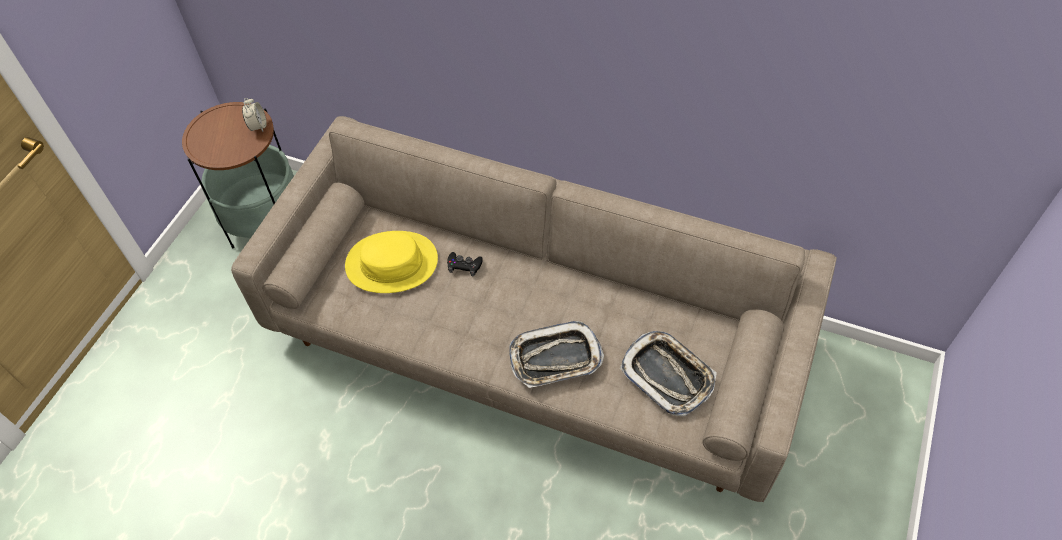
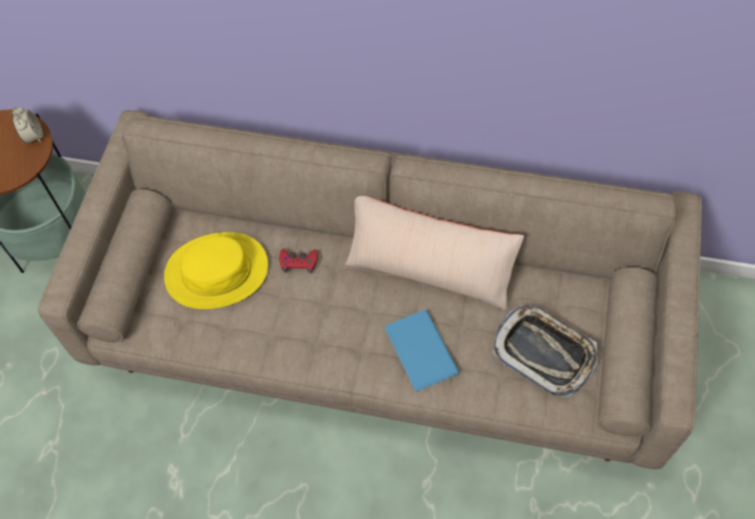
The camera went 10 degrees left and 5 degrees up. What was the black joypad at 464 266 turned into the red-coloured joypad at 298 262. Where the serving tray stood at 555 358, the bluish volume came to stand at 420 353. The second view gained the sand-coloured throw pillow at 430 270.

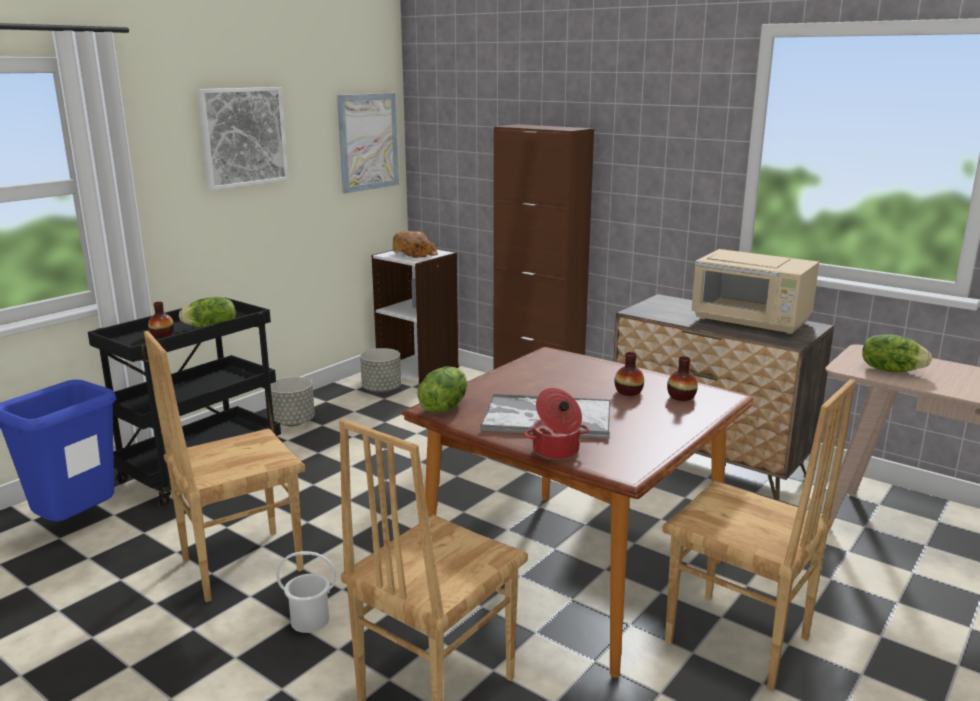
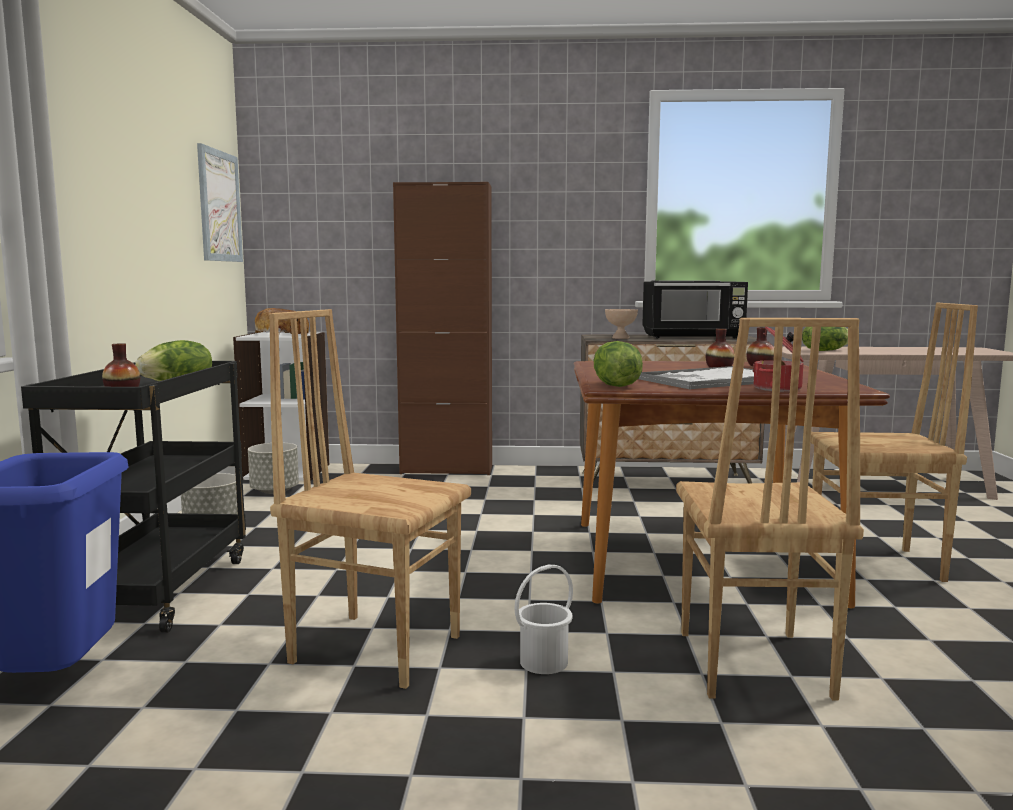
The camera went 35 degrees left and 10 degrees down. The second view lost the wall art at 243 137. What was the sand-coloured microwave oven at 751 321 turned into the black microwave oven at 693 337. The brownish plain chair at 240 564 ended up facing another way, 90 degrees clockwise from before. The second view gained the sand-coloured bowl at 620 338.

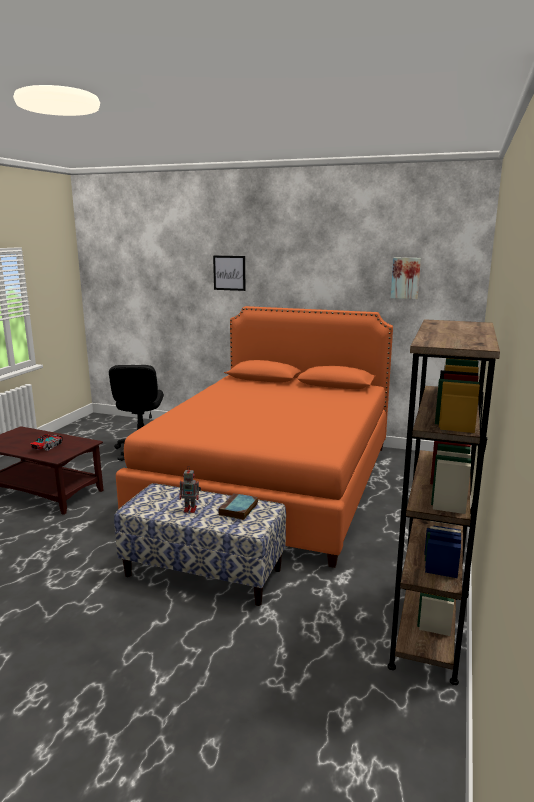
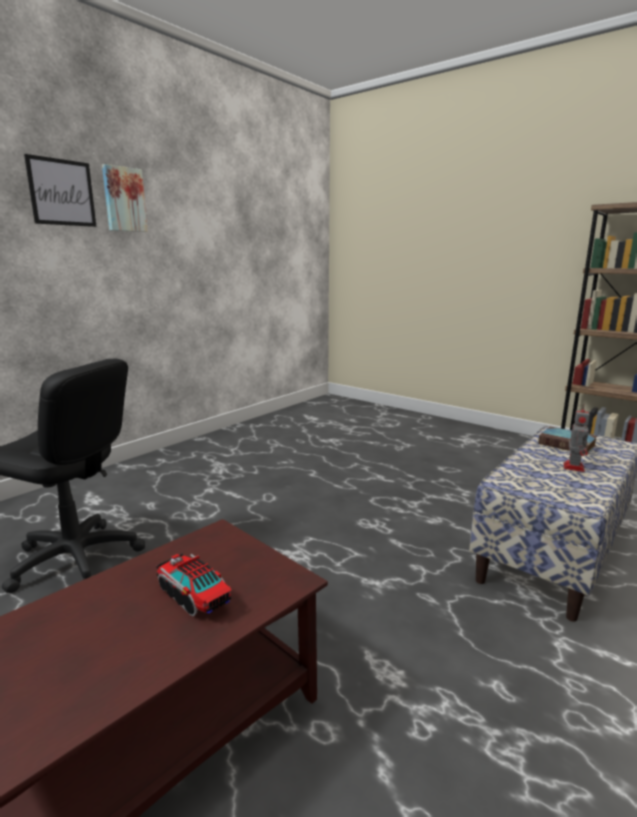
The camera went 70 degrees left and 0 degrees up. The wall art ended up elsewhere, having gone from 405 278 to 124 199. The second view lost the orange sleeping bed at 273 482.

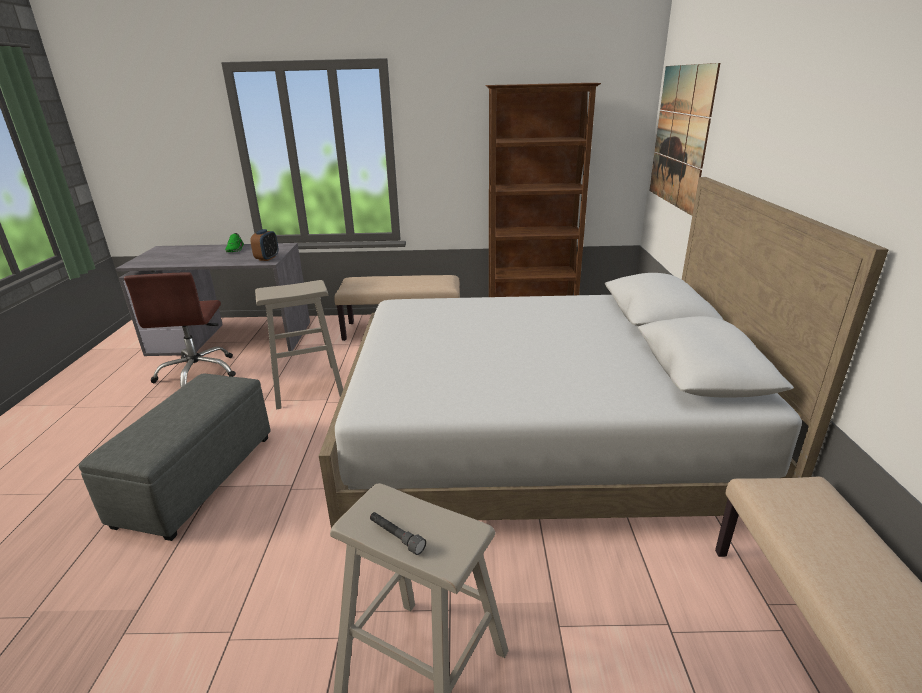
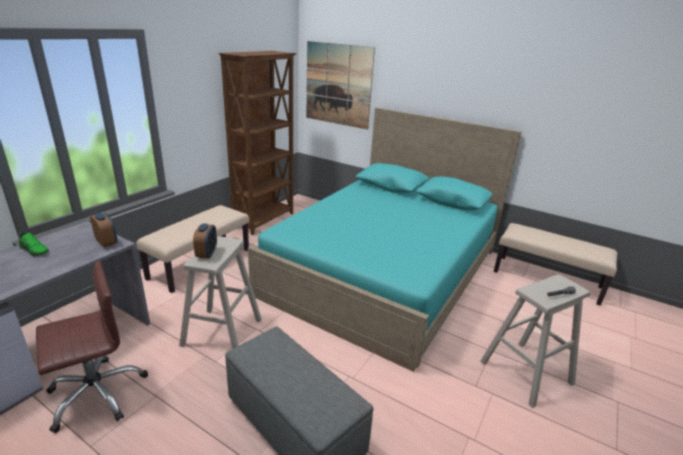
The camera went 60 degrees left and 0 degrees up. What was the whitish sleeping bed at 540 435 turned into the turquoise-coloured sleeping bed at 385 271. The brownish desk chair at 198 373 ended up facing another way, 60 degrees counterclockwise from before. The second view gained the table clock at 207 254.

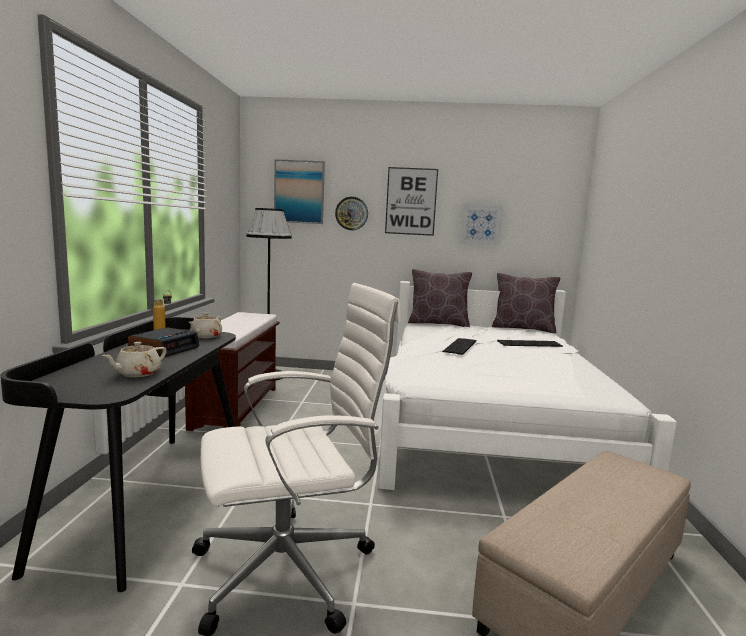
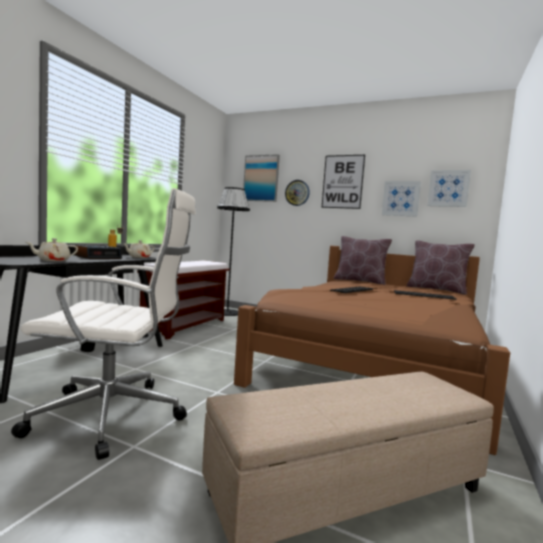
The camera went 20 degrees right and 5 degrees down. What was the whitish sleeping bed at 486 425 turned into the brownish sleeping bed at 373 363. The second view gained the wall art at 448 188.

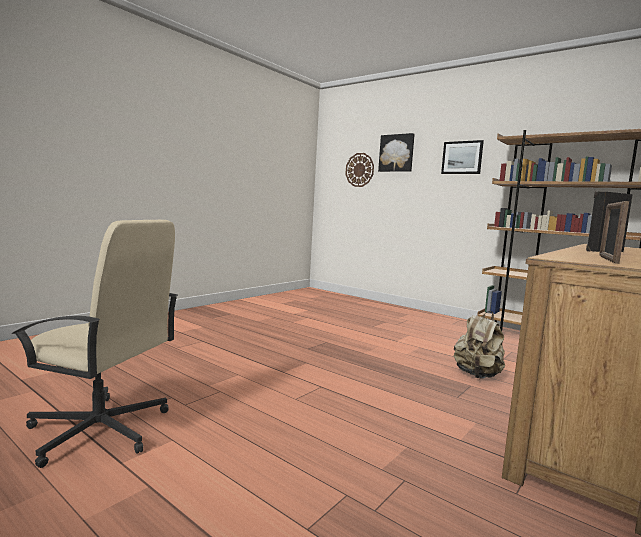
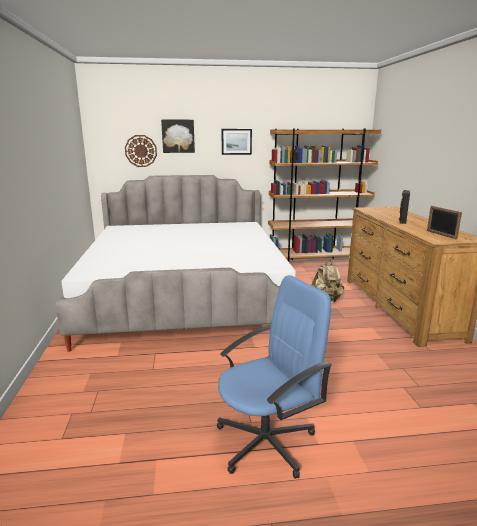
The camera went 45 degrees left and 10 degrees up. What was the sand-coloured desk chair at 100 430 turned into the bluish desk chair at 267 441. The second view gained the sleeping bed at 185 295.

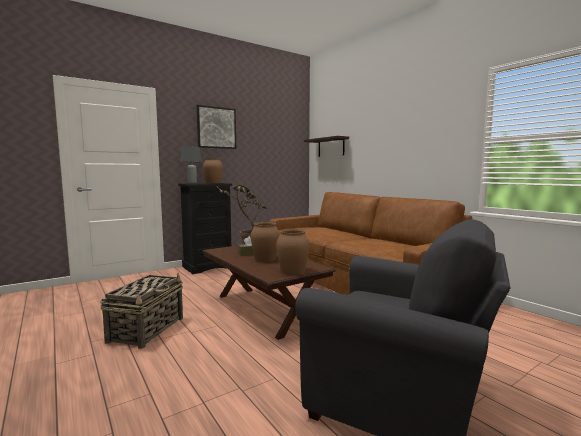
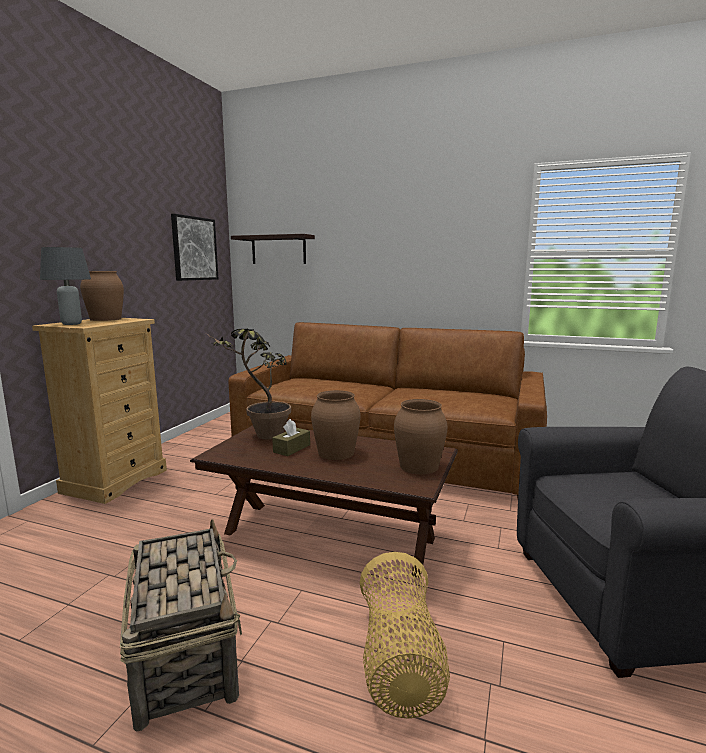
The camera went 35 degrees left and 5 degrees up. The wall art ended up elsewhere, having gone from 216 127 to 194 248. What was the black dresser at 207 267 turned into the sand-coloured dresser at 115 481. The second view gained the storage basket at 399 662.

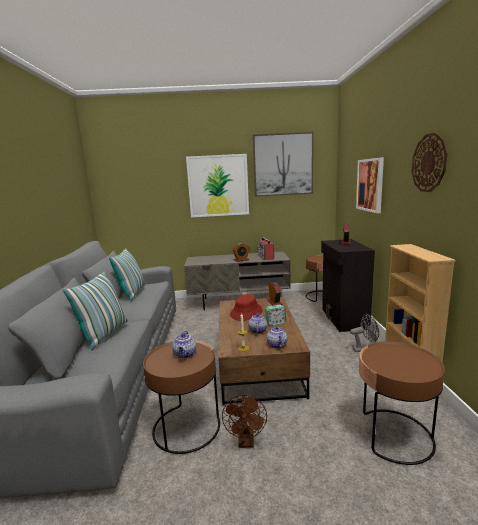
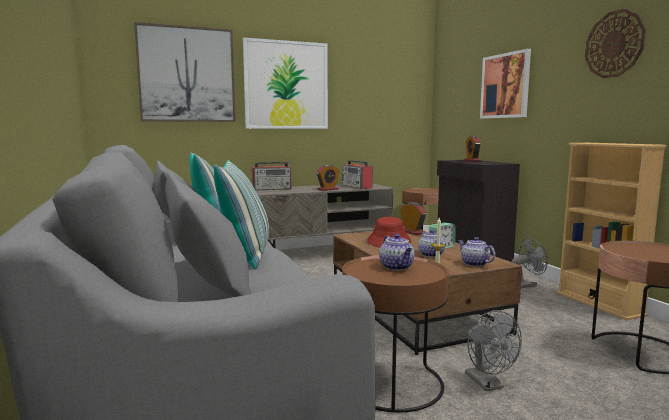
The camera went 20 degrees left and 5 degrees down. The wall art ended up elsewhere, having gone from 283 164 to 187 75. What was the brownish cooling fan at 246 441 turned into the gray cooling fan at 488 384. The second view gained the radio at 272 189.

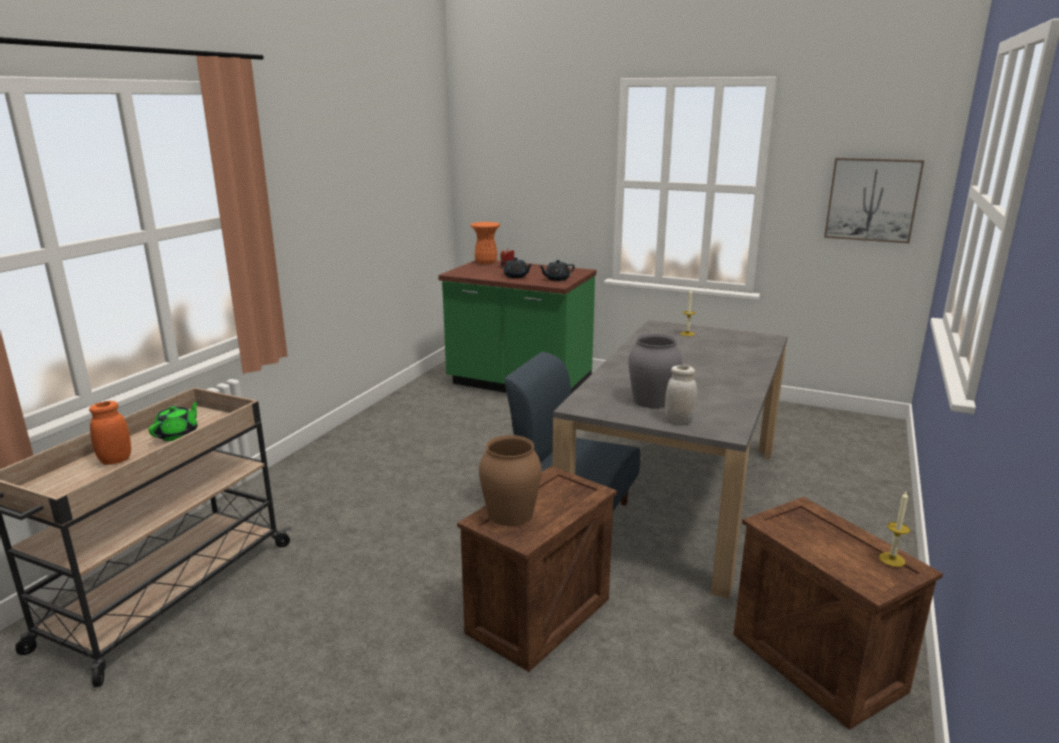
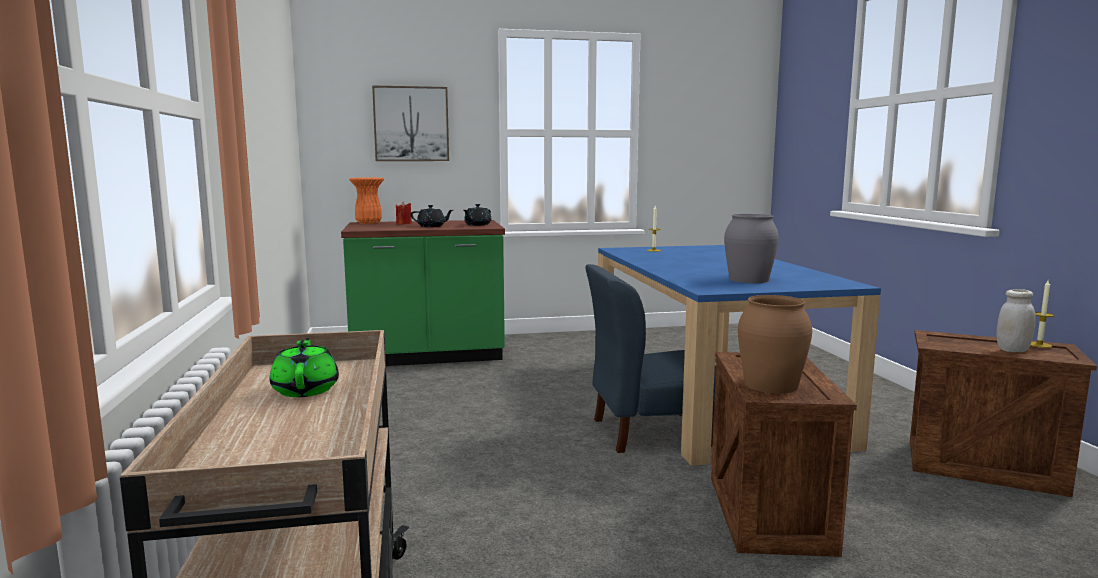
The camera went 35 degrees left and 10 degrees down. The wall art ended up elsewhere, having gone from 872 199 to 411 124. What was the gray kitchen table at 675 495 turned into the bluish kitchen table at 706 398. The whitish preserve jar ended up elsewhere, having gone from 679 420 to 1012 350. The second view lost the orange preserve jar at 115 460.

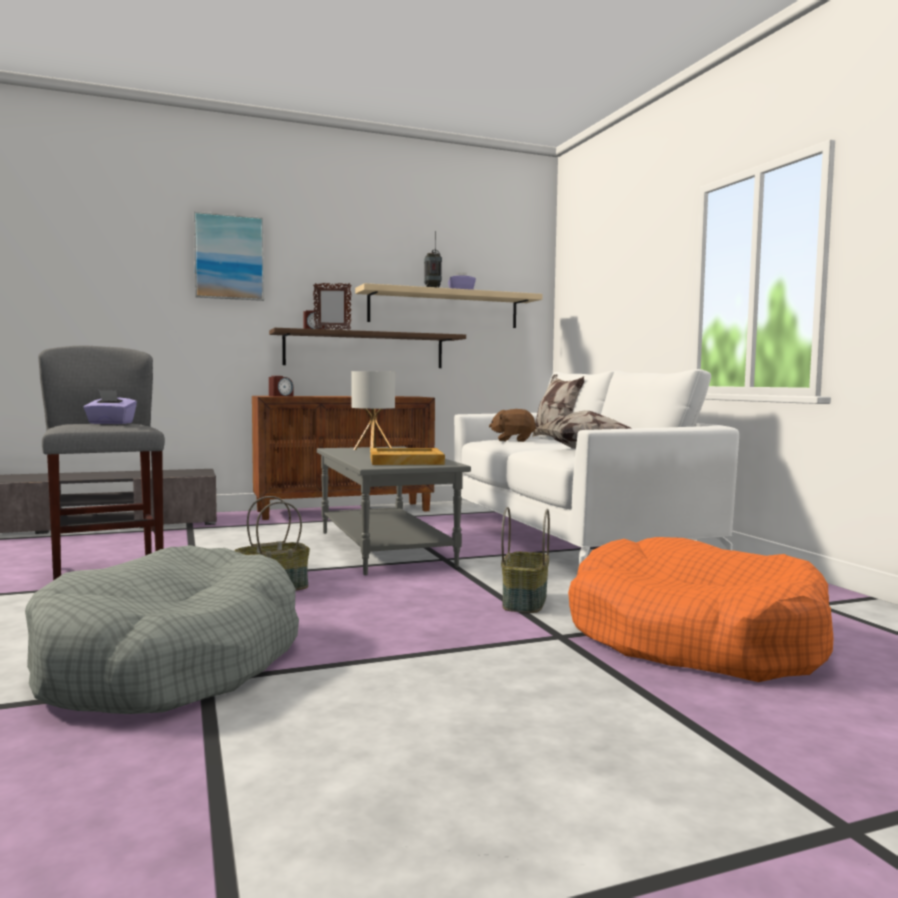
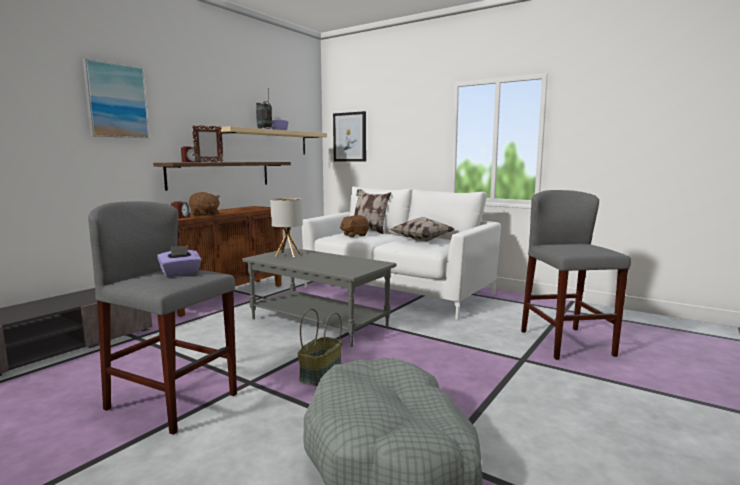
The camera went 35 degrees left and 5 degrees up. The second view lost the sand-coloured serving tray at 405 461. The second view lost the storage basket at 523 601. Where the orange dog cushion stood at 693 638, the gray sitting stool came to stand at 566 343. The second view gained the wall art at 350 137. The second view gained the brownish cuddly toy at 204 215.

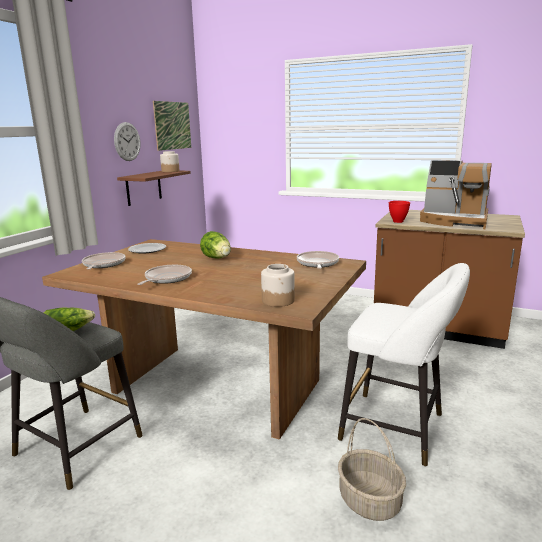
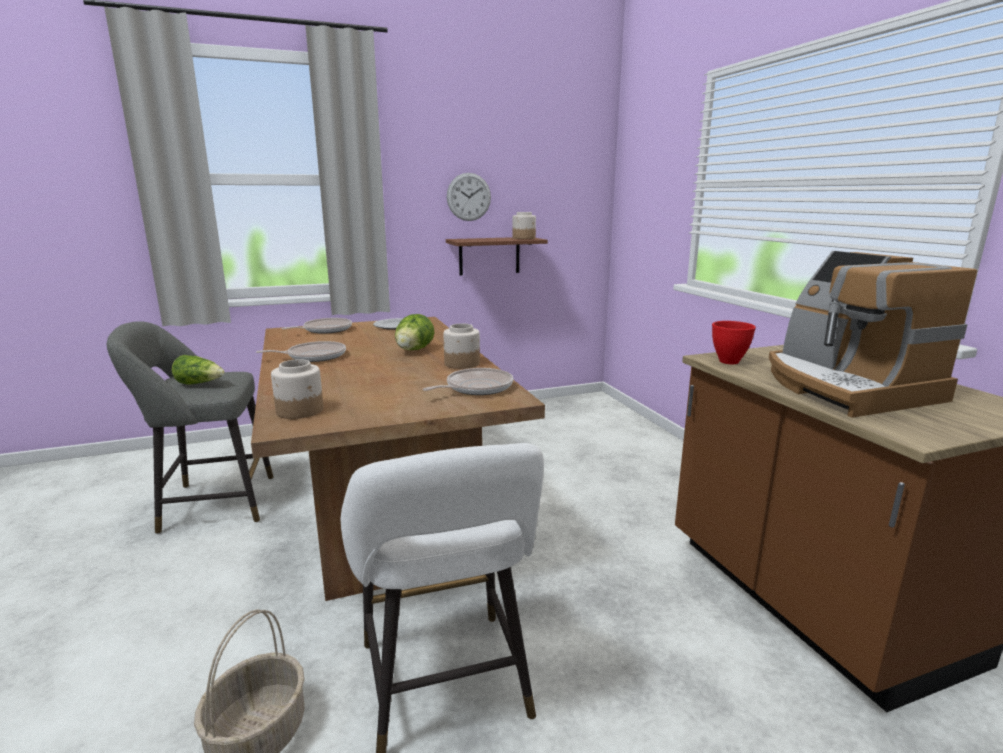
The camera went 45 degrees right and 0 degrees up. The second view lost the wall art at 172 125. The second view gained the preserve jar at 461 364.

